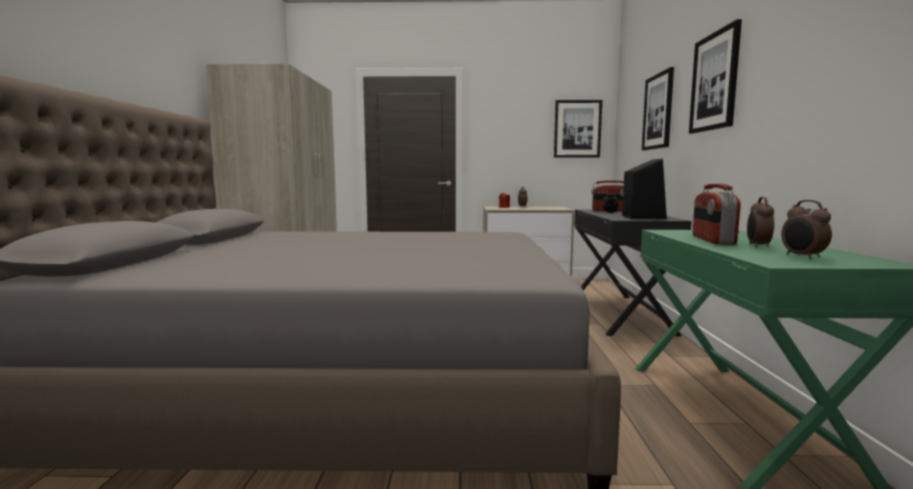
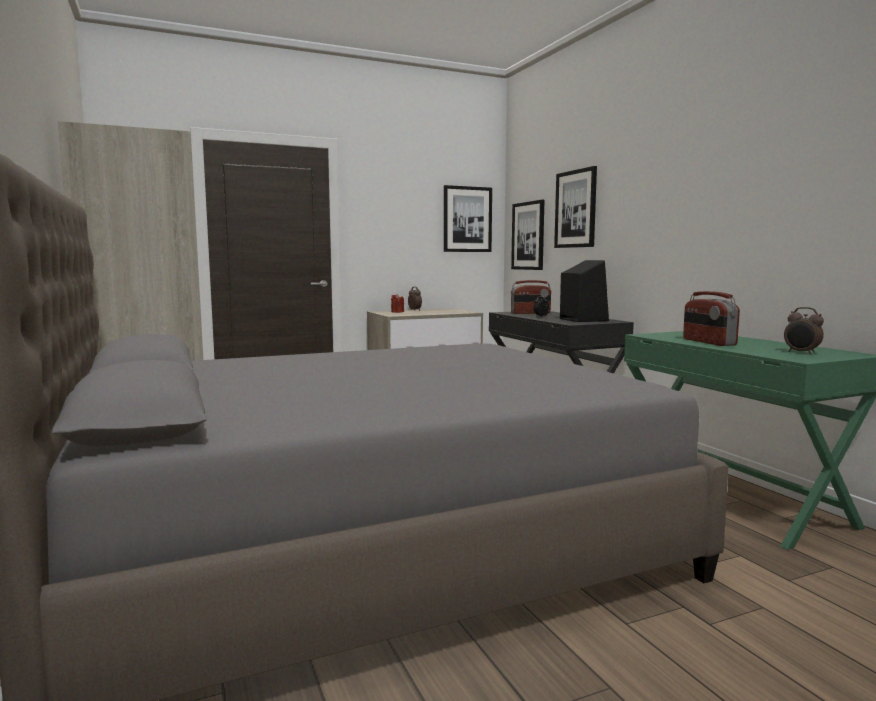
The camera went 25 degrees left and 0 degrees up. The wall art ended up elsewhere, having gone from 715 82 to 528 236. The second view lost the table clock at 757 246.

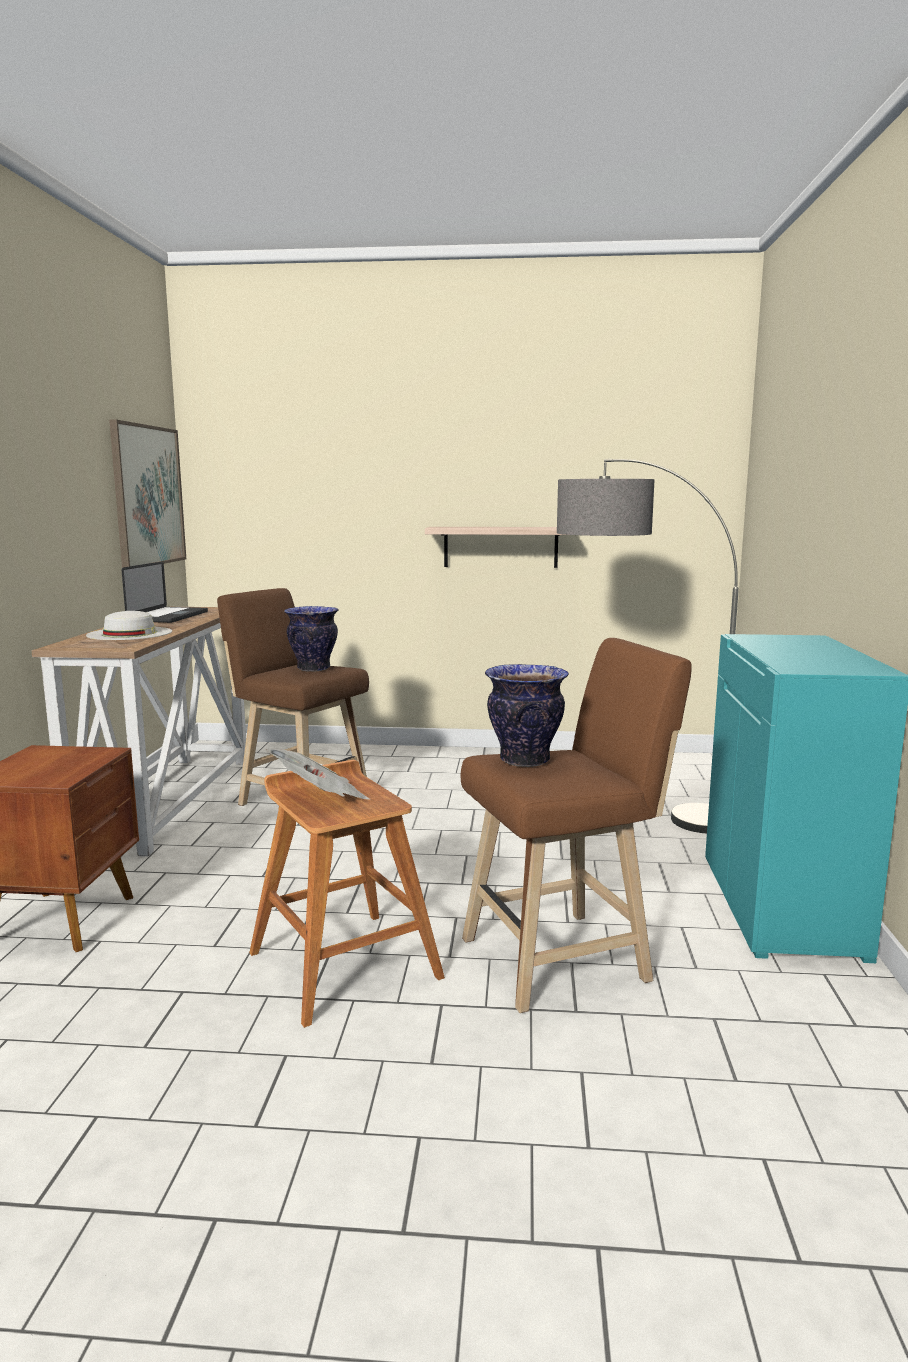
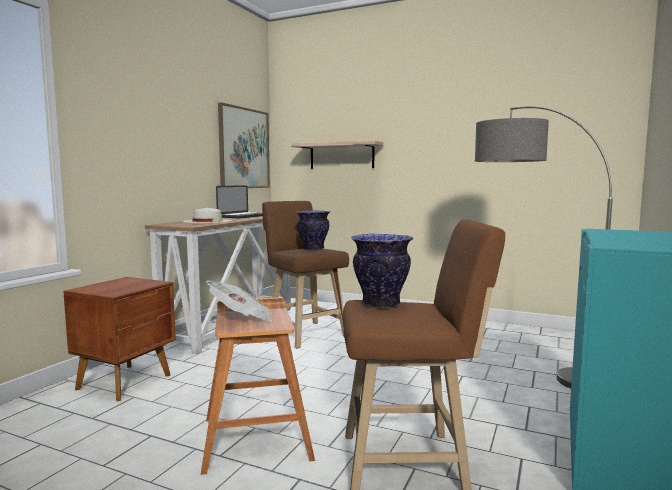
The camera went 20 degrees right and 5 degrees down. The shelf ended up elsewhere, having gone from 500 547 to 341 156.

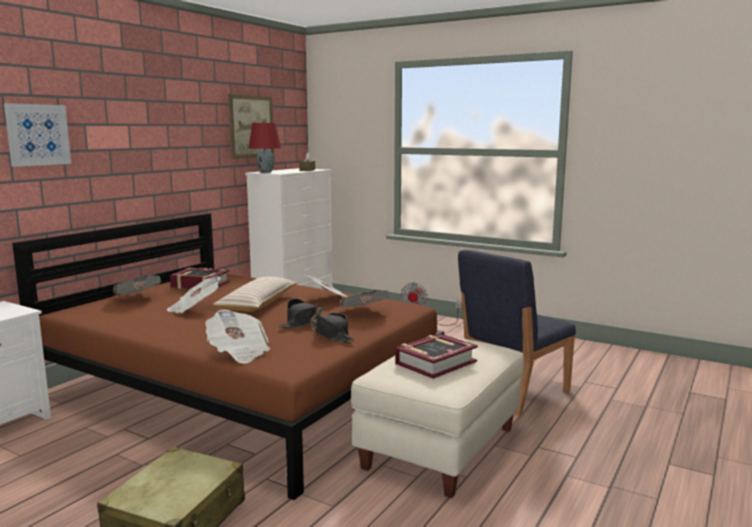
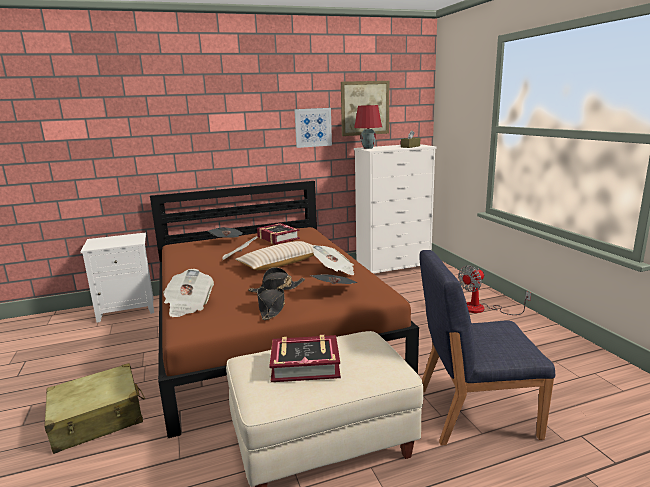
The camera went 40 degrees right and 5 degrees up. The wall art ended up elsewhere, having gone from 37 135 to 313 127.

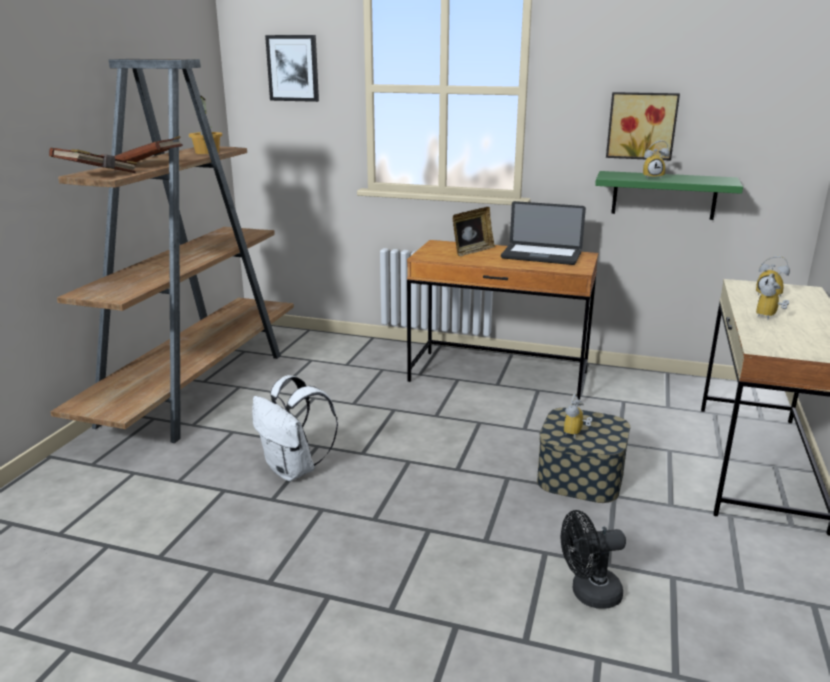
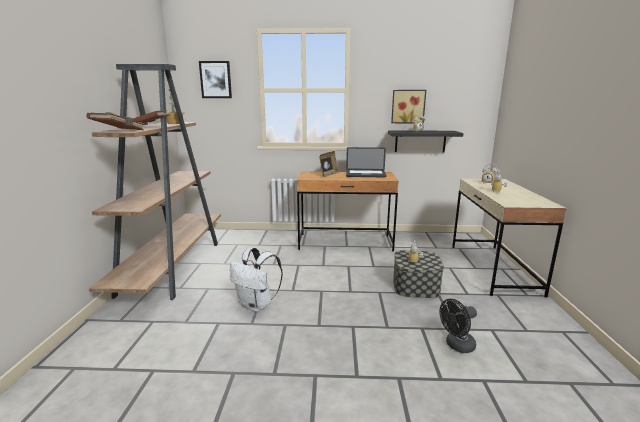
The camera went 15 degrees left and 5 degrees down. What was the greenish shelf at 664 195 turned into the black shelf at 420 141.

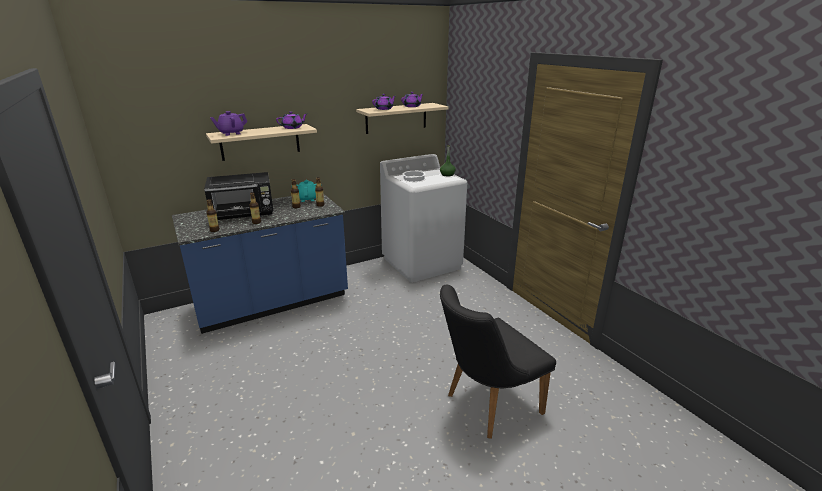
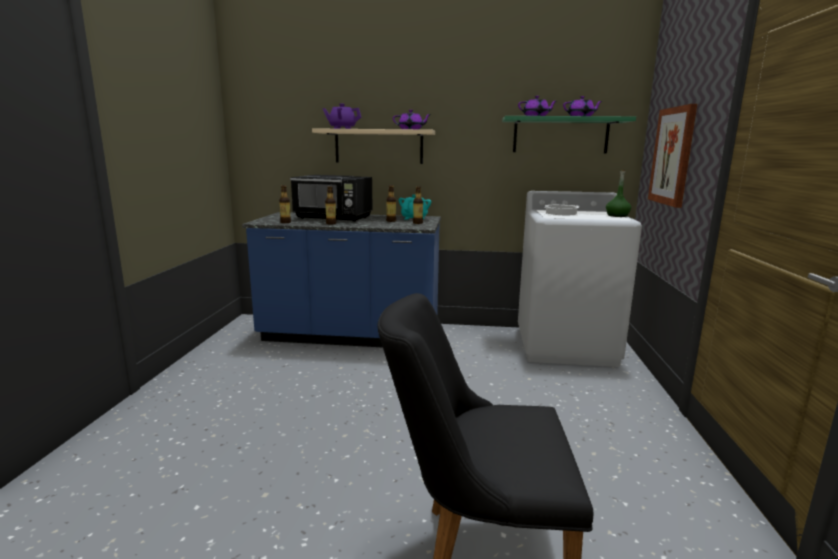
The camera went 35 degrees right and 10 degrees down. What was the sand-coloured shelf at 396 118 turned into the greenish shelf at 560 135. The second view gained the wall art at 672 156.

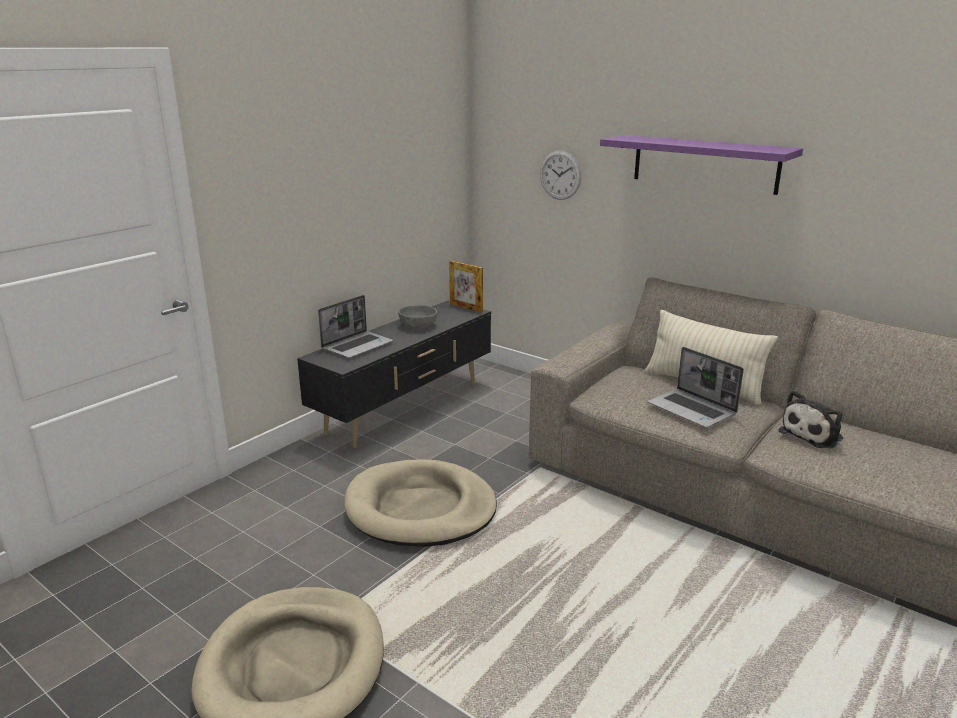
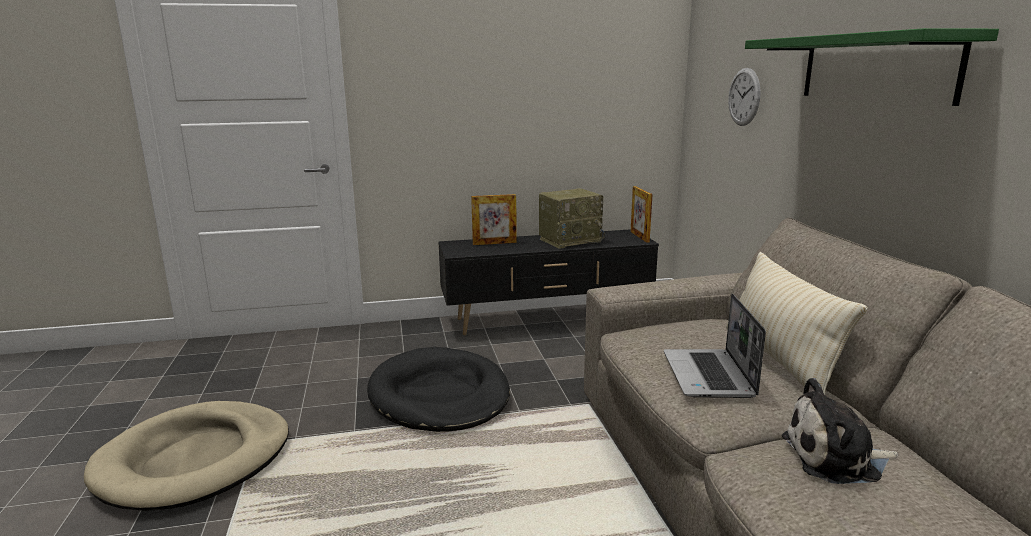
The camera went 40 degrees right and 5 degrees down. What was the purplish shelf at 704 163 turned into the greenish shelf at 875 68. Where the laptop stood at 357 346, the standing frame came to stand at 494 243. Where the gray bowl stood at 418 325, the radio came to stand at 570 240. What was the sand-coloured dog cushion at 420 509 turned into the black dog cushion at 439 395.

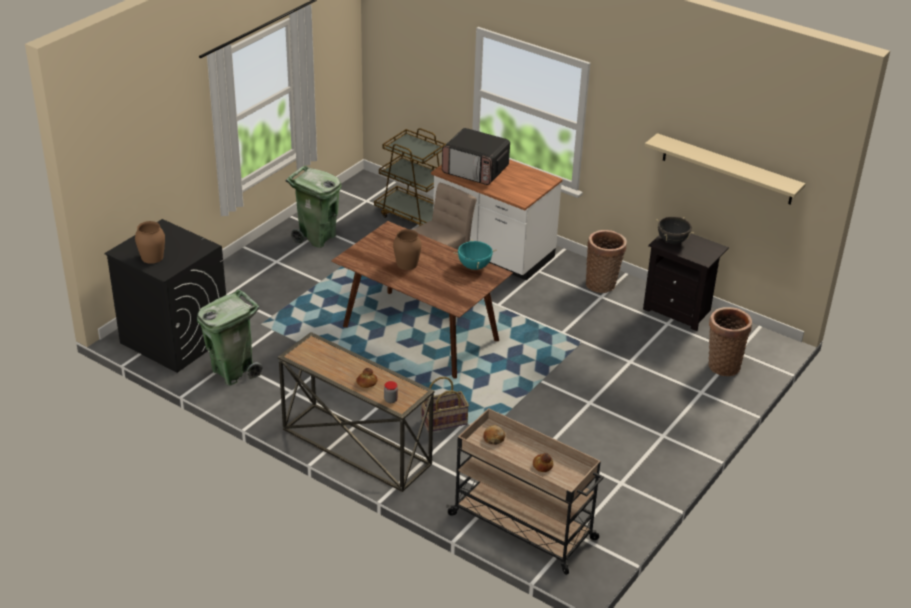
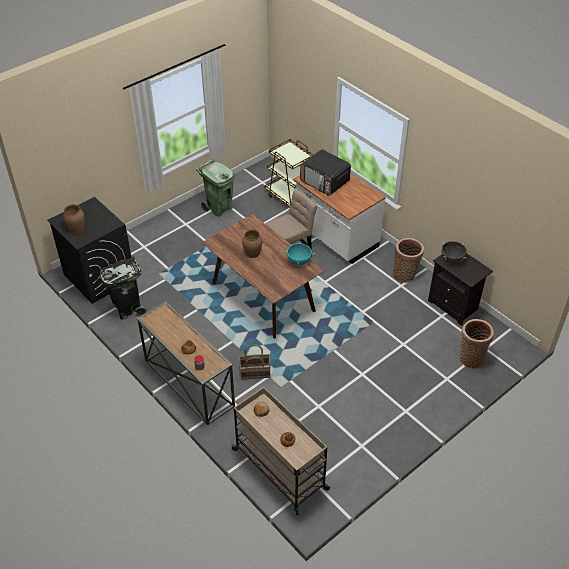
The camera went 15 degrees right and 10 degrees up. The second view lost the sand-coloured shelf at 727 169. What was the greenish waste bin at 233 371 turned into the black waste bin at 128 308.

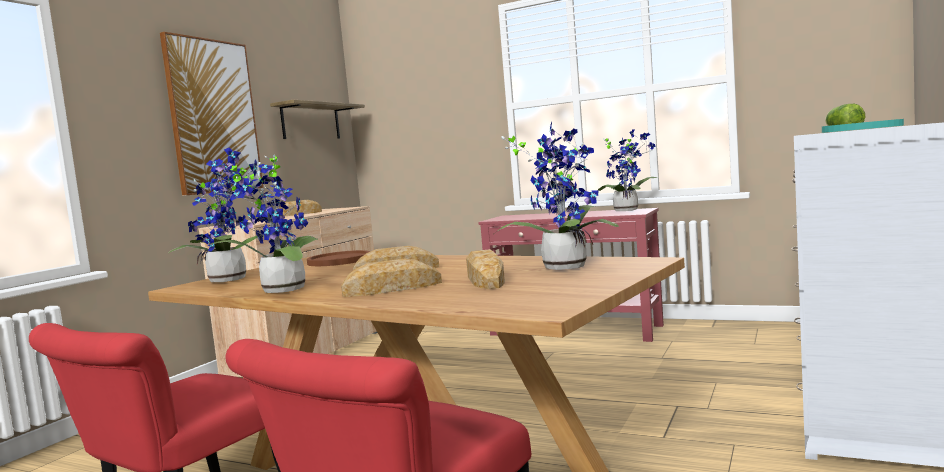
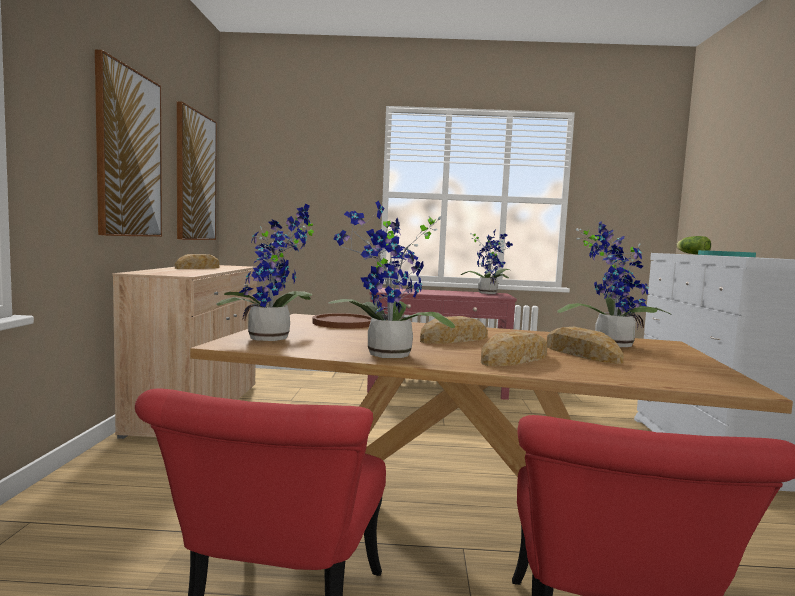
The camera went 25 degrees left and 0 degrees up. Where the shelf hung at 311 122, the wall art came to hang at 195 176.

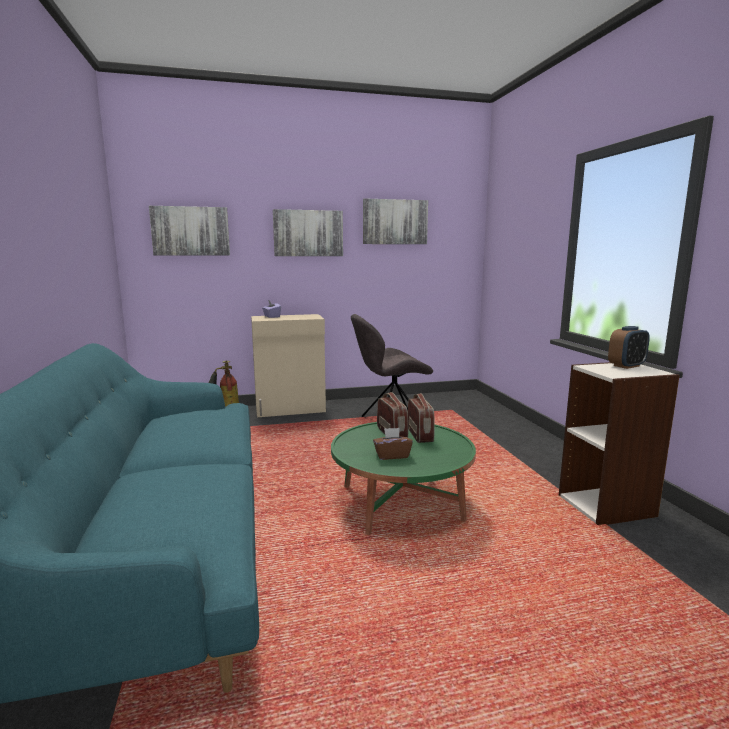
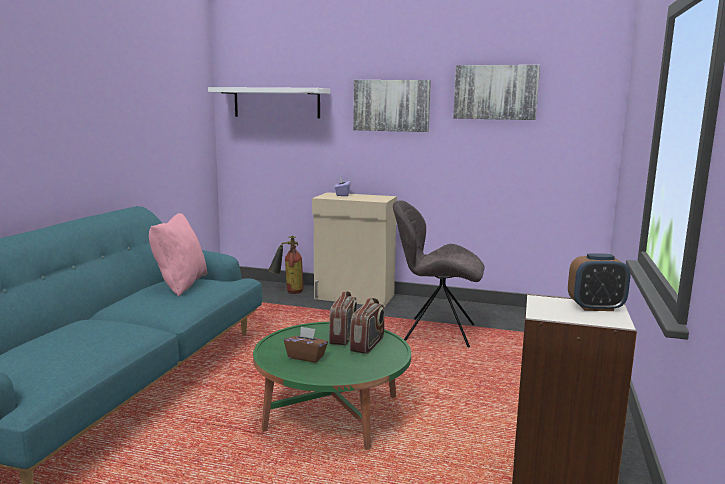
The camera went 30 degrees right and 0 degrees up. Where the wall art hung at 190 231, the whitish shelf came to hang at 276 103. The second view gained the pink throw pillow at 180 285.

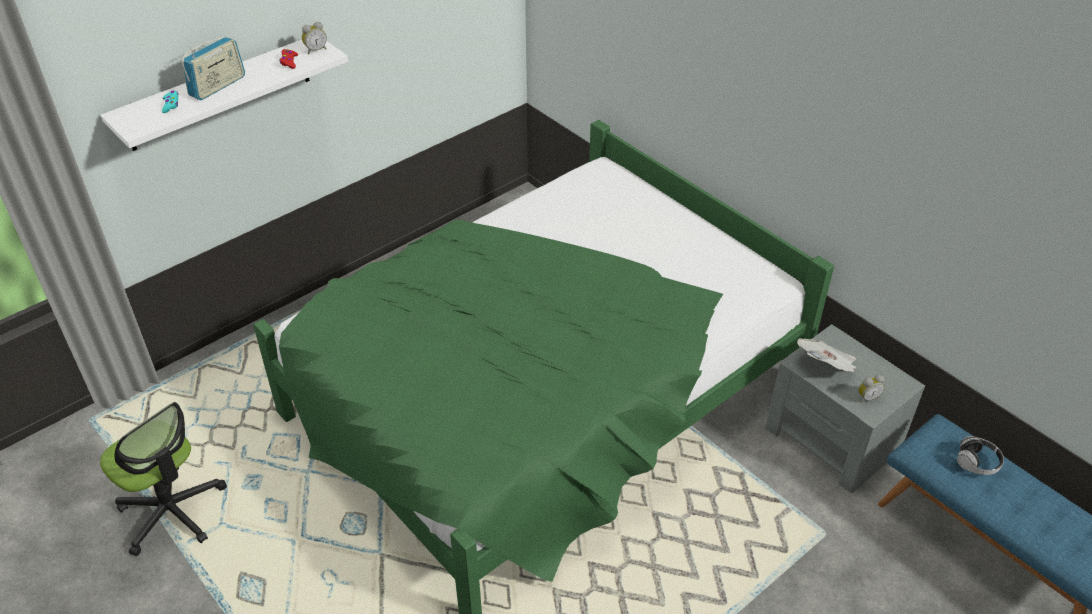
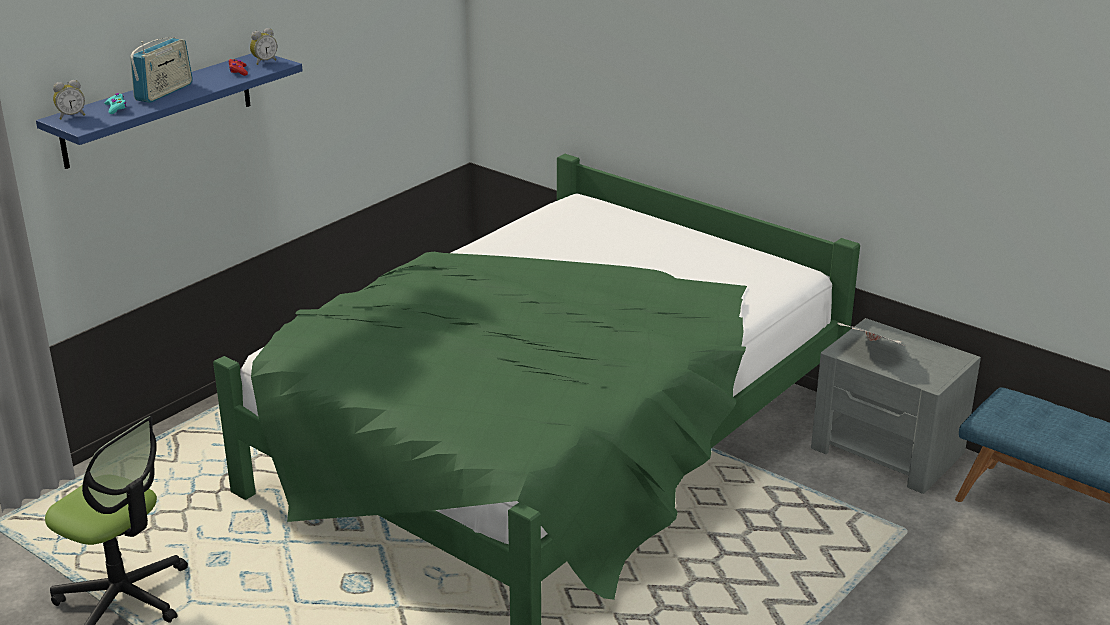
The camera went 10 degrees left and 15 degrees down. What was the whitish shelf at 219 93 turned into the bluish shelf at 158 109. The table clock ended up elsewhere, having gone from 867 397 to 71 116. The second view lost the headset at 977 463.

